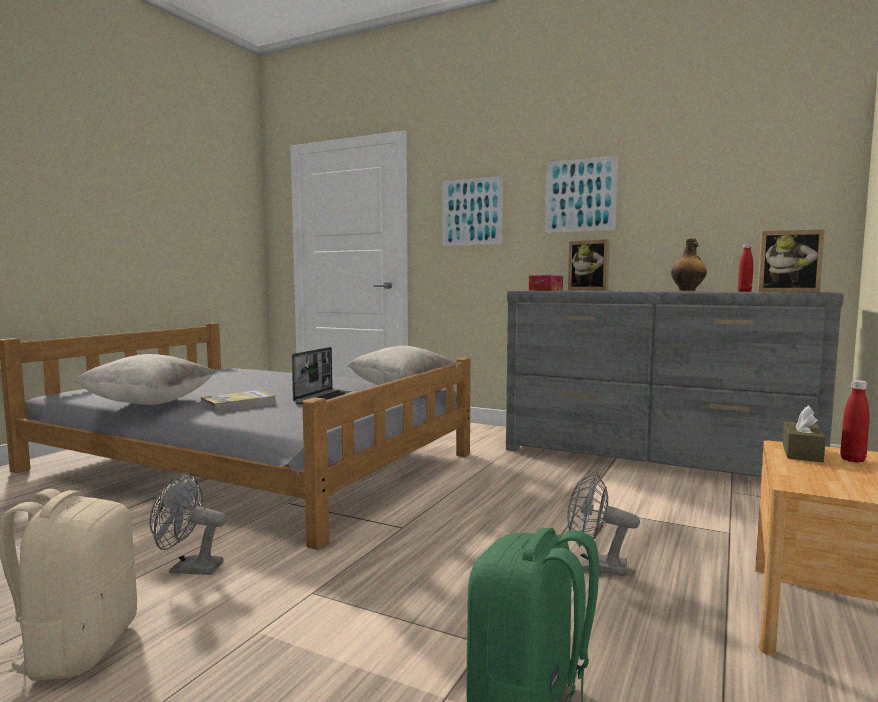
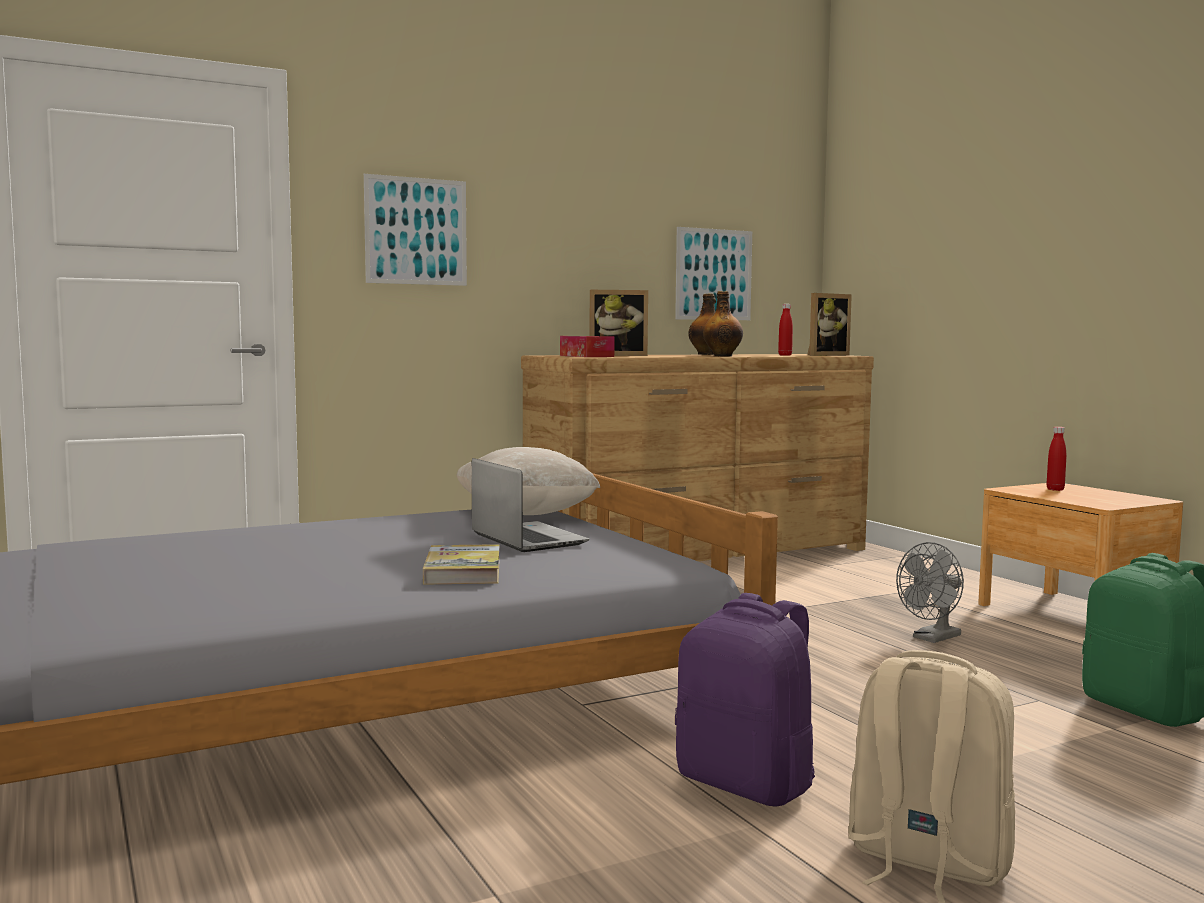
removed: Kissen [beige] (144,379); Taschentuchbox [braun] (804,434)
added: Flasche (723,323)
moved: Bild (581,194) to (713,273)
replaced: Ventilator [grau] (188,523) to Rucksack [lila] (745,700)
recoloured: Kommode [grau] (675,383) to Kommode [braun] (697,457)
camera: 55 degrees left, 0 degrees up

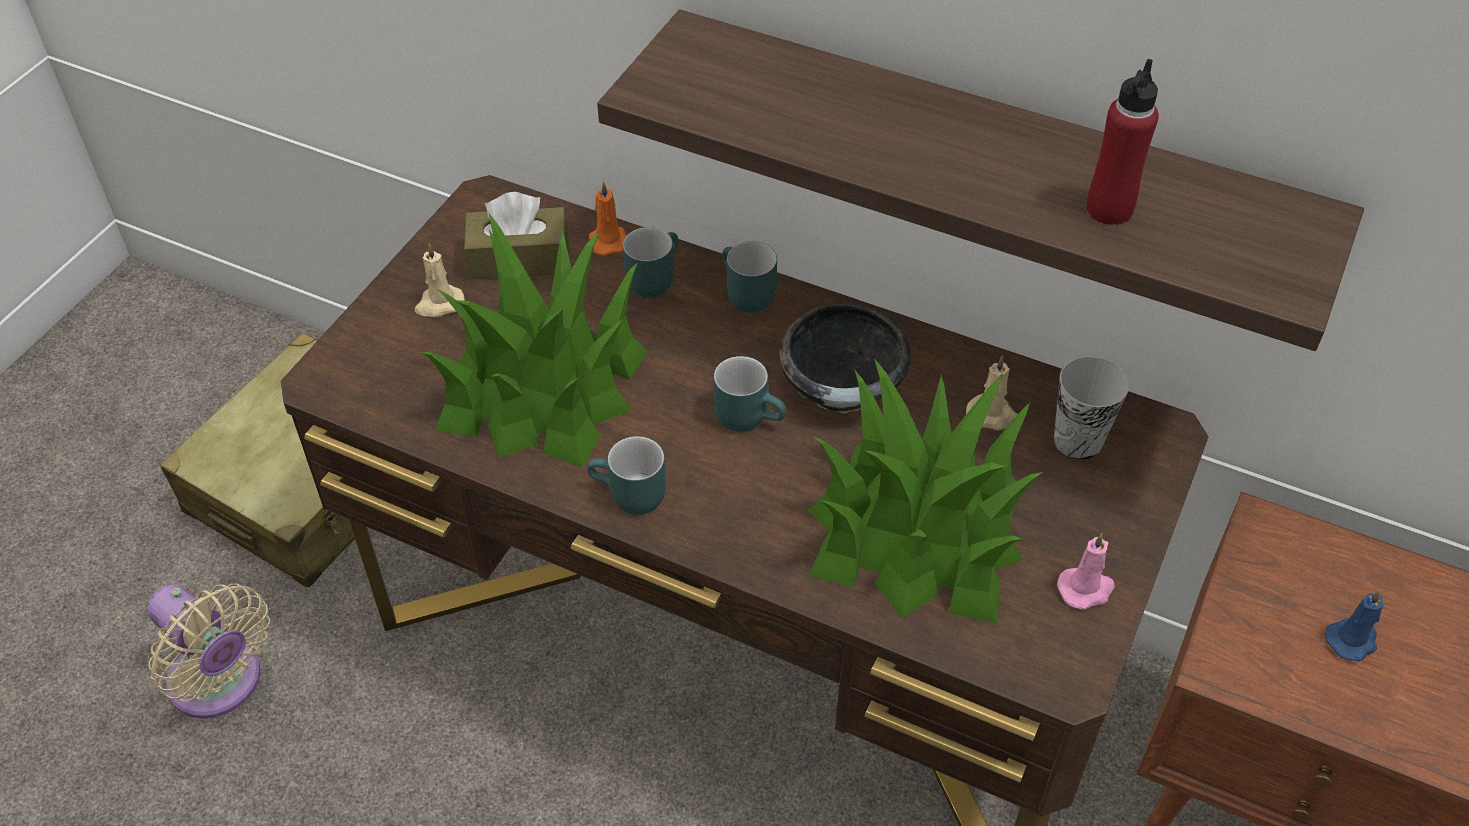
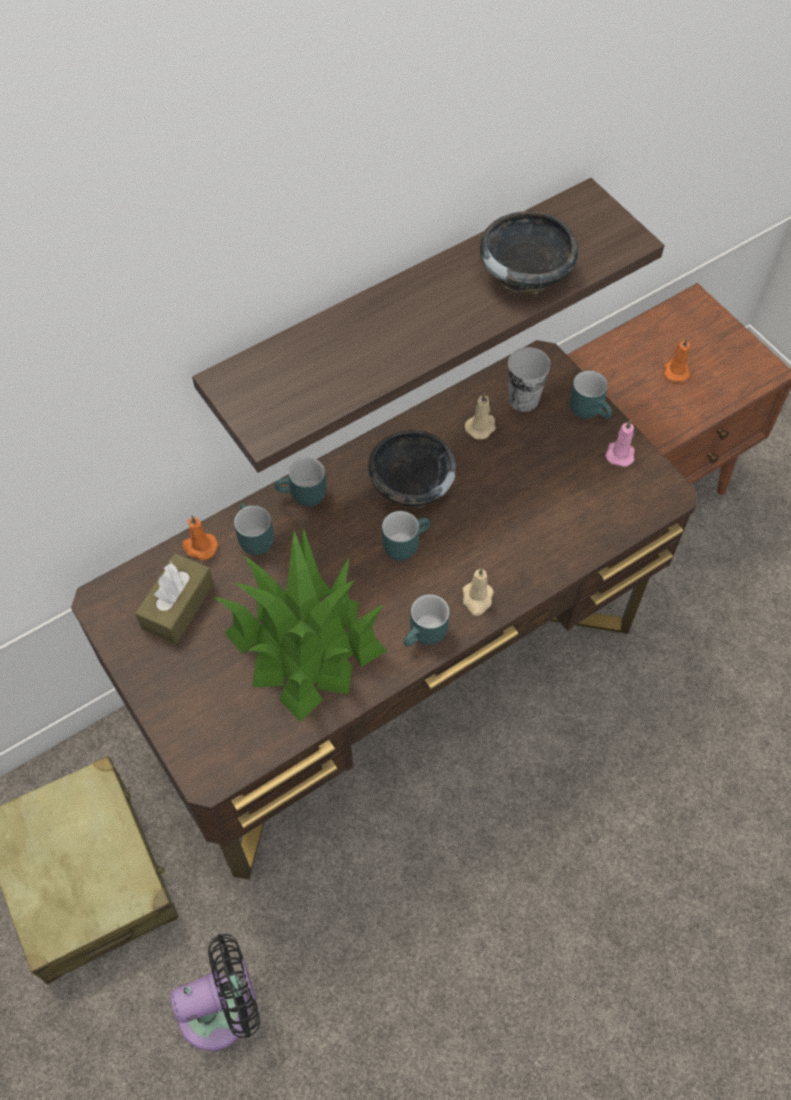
removed: Topfpflanze (925,490)
added: Henkelbecher [türkis] (591,395)
moved: Kerze [beige] (440,280) to (478,591)
replaced: Flasche [rot] (1122,142) to Schüssel [schwarz] (528,252)
recoloured: Ventilator [beige] (208,651) to Ventilator [schwarz] (215,992); Kerze [blau] (1354,625) to Kerze [orange] (677,360)
camera: 60 degrees left, 10 degrees up

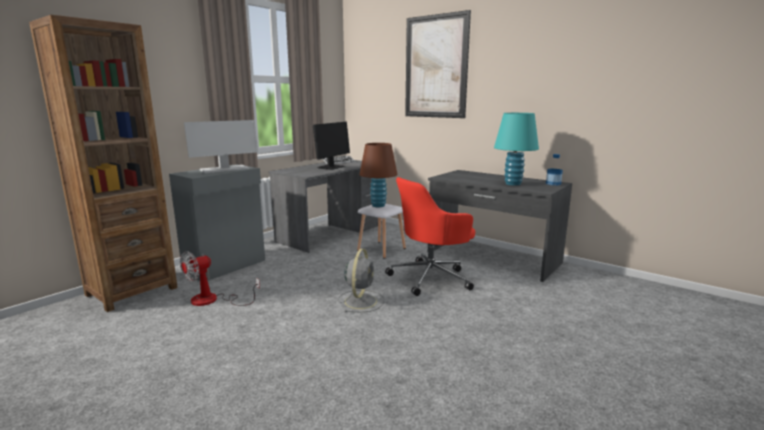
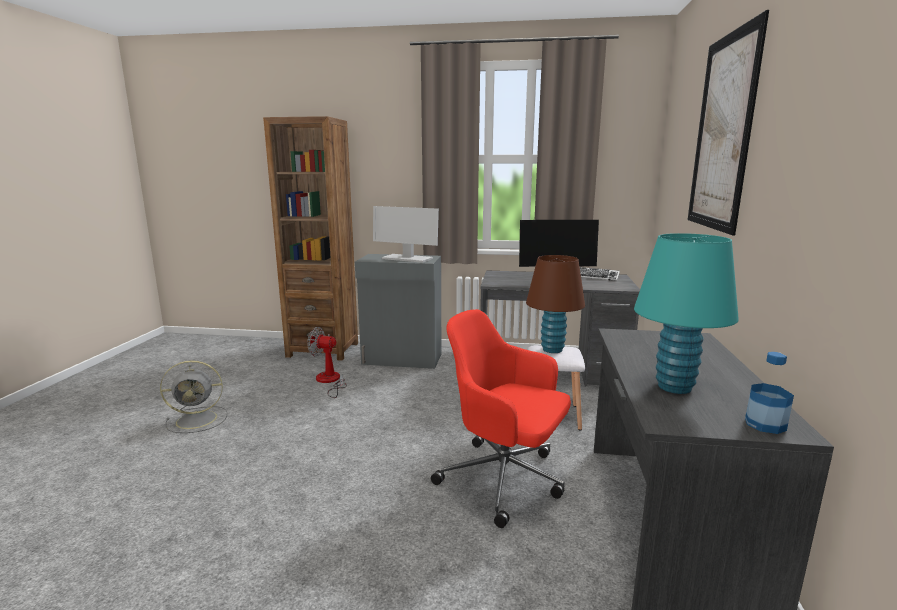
moved: Ventilator [grau] (361,280) to (193,396)
camera: 60 degrees right, 0 degrees up

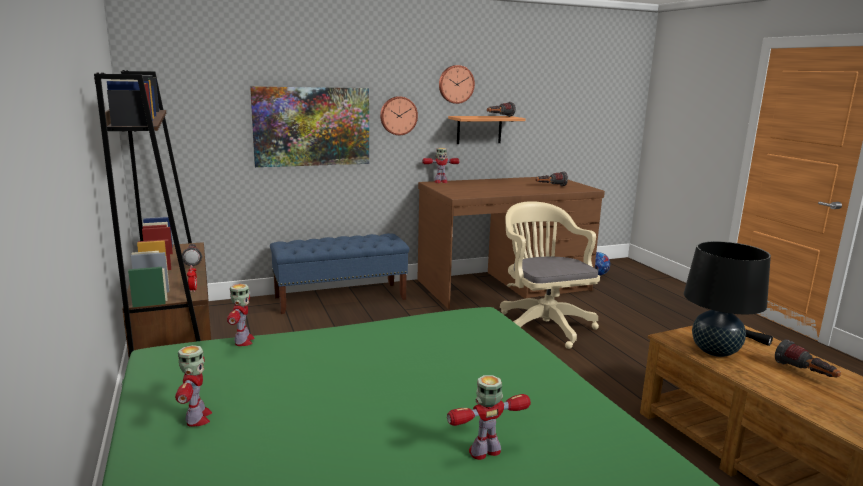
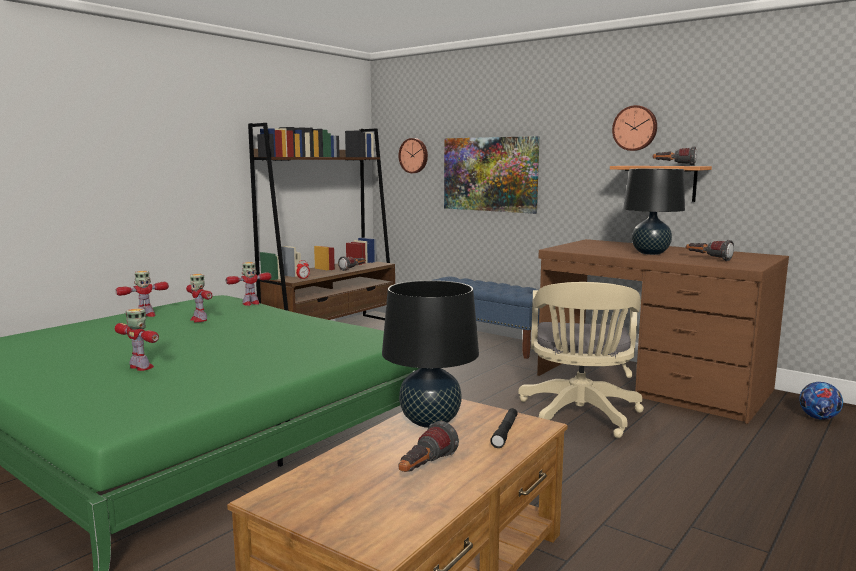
added: Tischlampe [schwarz] (654,212)
moved: Wanduhr (399,115) to (413,155); Spielzeugroboter (441,165) to (199,298)
turned: Bürostuhl [beige] (550,275) = (581,360) 150 degrees clockwise
camera: 60 degrees right, 5 degrees down

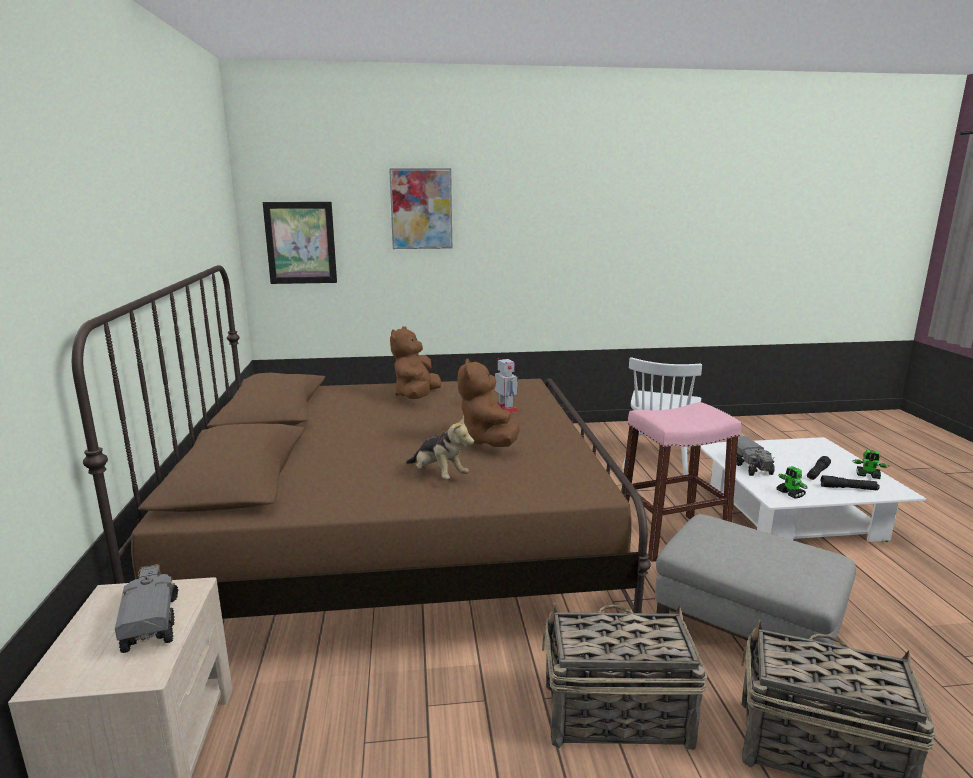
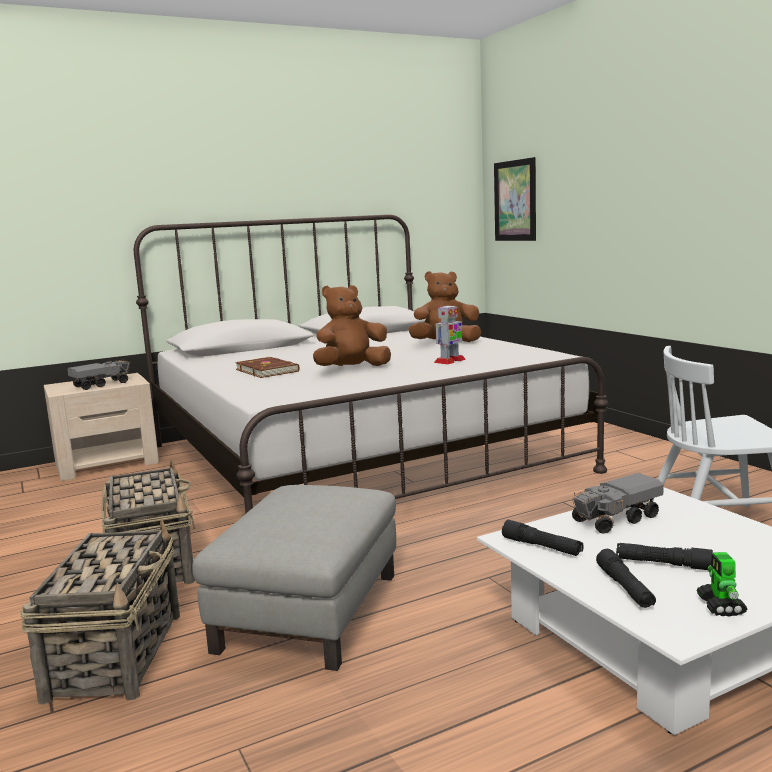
removed: Bild (420,208); Hocker [rosa] (681,482)
replaced: Plüschtier (440,447) to Buch [braun] (267,367); Spielzeugroboter (792,482) to Taschenlampe [schwarz] (543,538)
recoloured: Bett [braun] (361,449) to Bett [weiß] (371,363)
camera: 70 degrees right, 5 degrees down

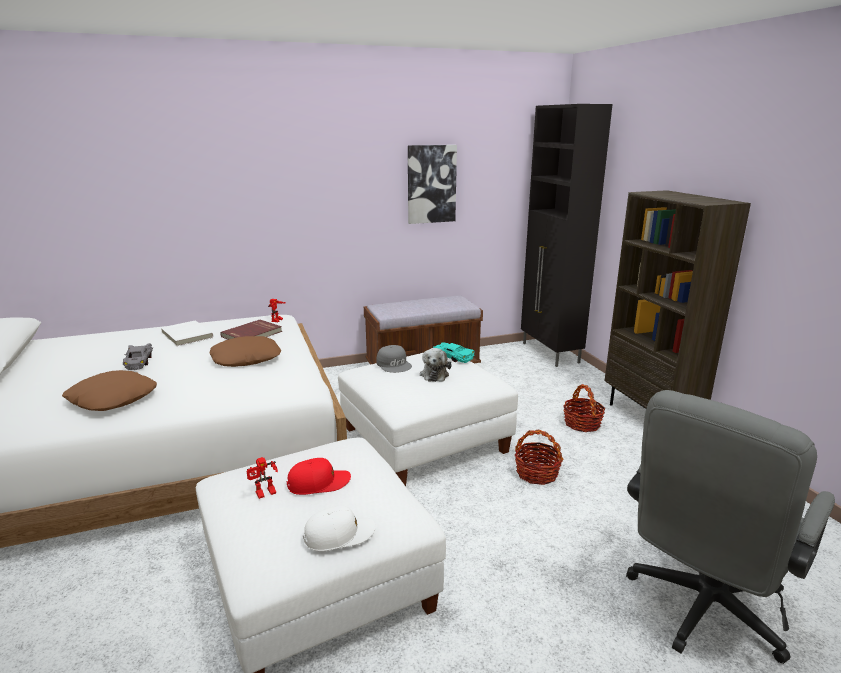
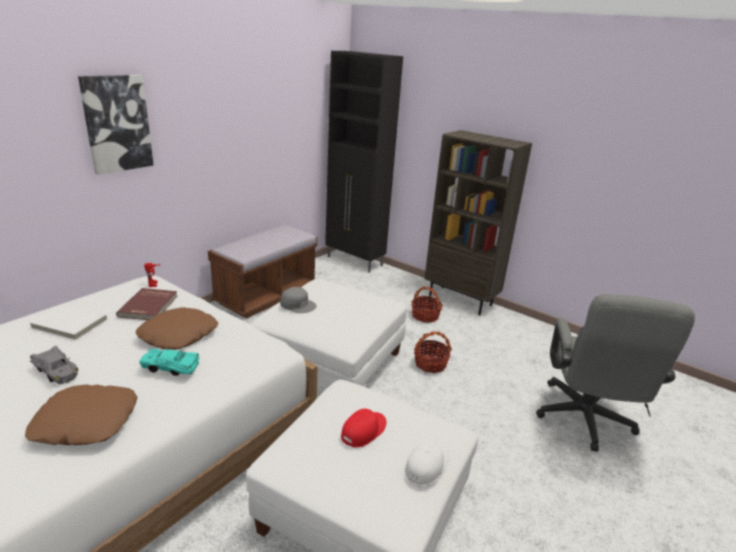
removed: Plüschtier (435,365); Spielzeugroboter (262,478)
moved: Bild (432,184) to (116,125); Spielzeugauto [türkis] (453,352) to (169,362)
camera: 35 degrees left, 5 degrees up

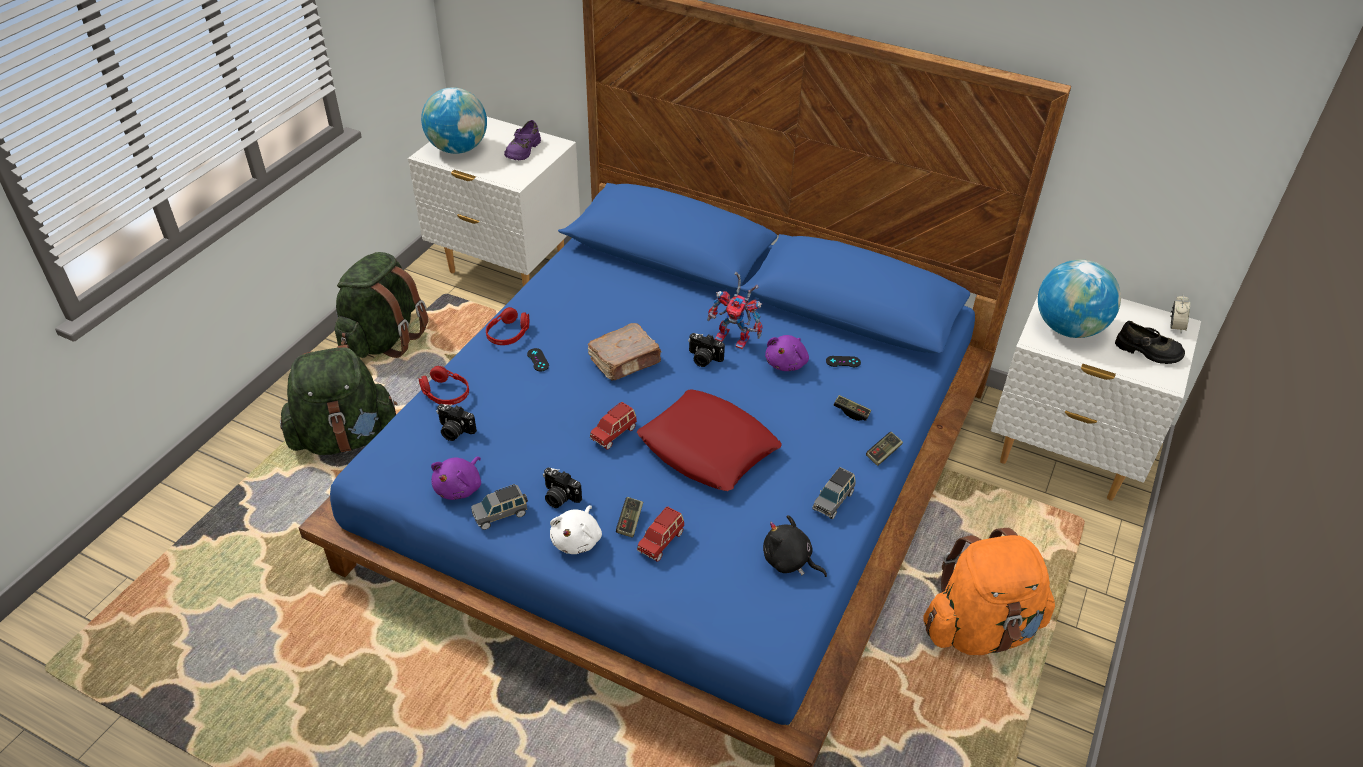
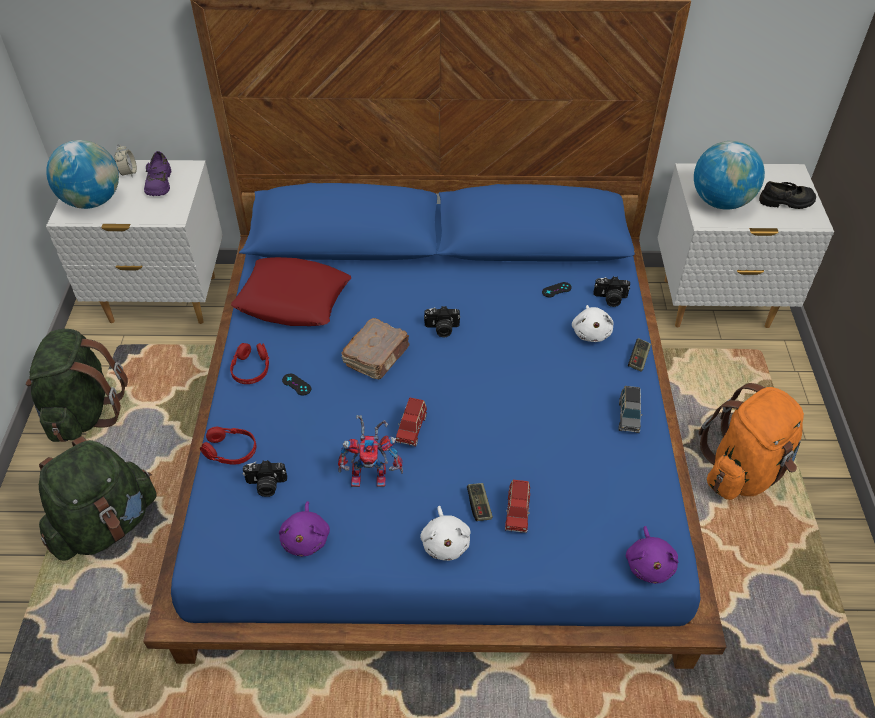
removed: Spielzeugauto [grau] (499,507); Plüschtier [schwarz] (795,546)
moved: Spielzeugroboter (735,310) to (370,451); Wecker (1180,314) to (125,161); Plüschtier [lila] (787,353) to (652,555); Kissen [rot] (709,440) to (291,291); Kamera (562,487) to (611,291)
replaced: Gamepad (852,408) to Plüschtier [weiß] (593,323)
camera: 25 degrees left, 5 degrees up

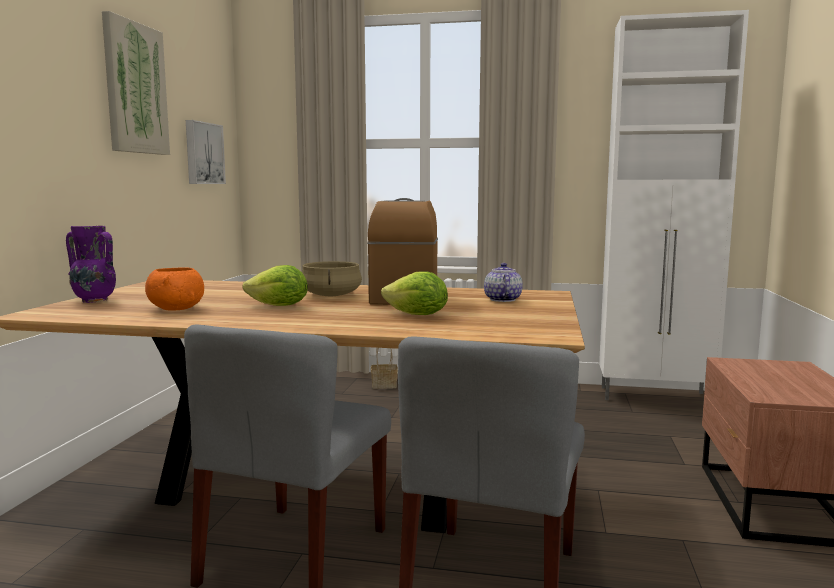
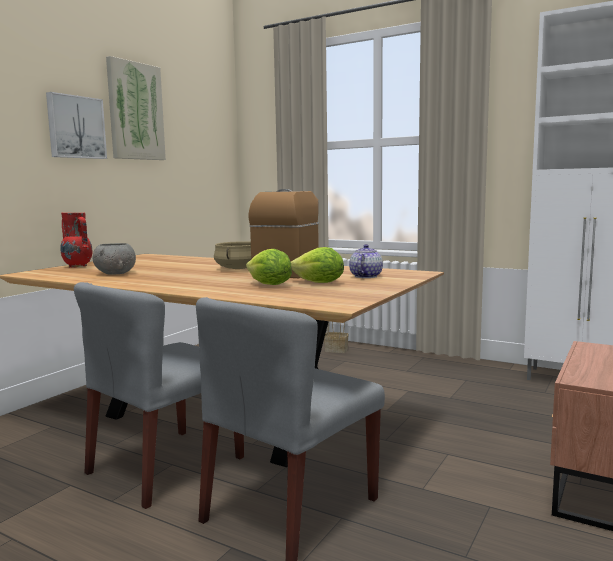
moved: Bild (206,152) to (76,125); Salatkopf (275,285) to (317,265)
recoloured: Vase [lila] (91,264) to Vase [rot] (76,240); Schüssel [orange] (174,289) to Schüssel [grau] (114,259)
camera: 20 degrees right, 0 degrees up

